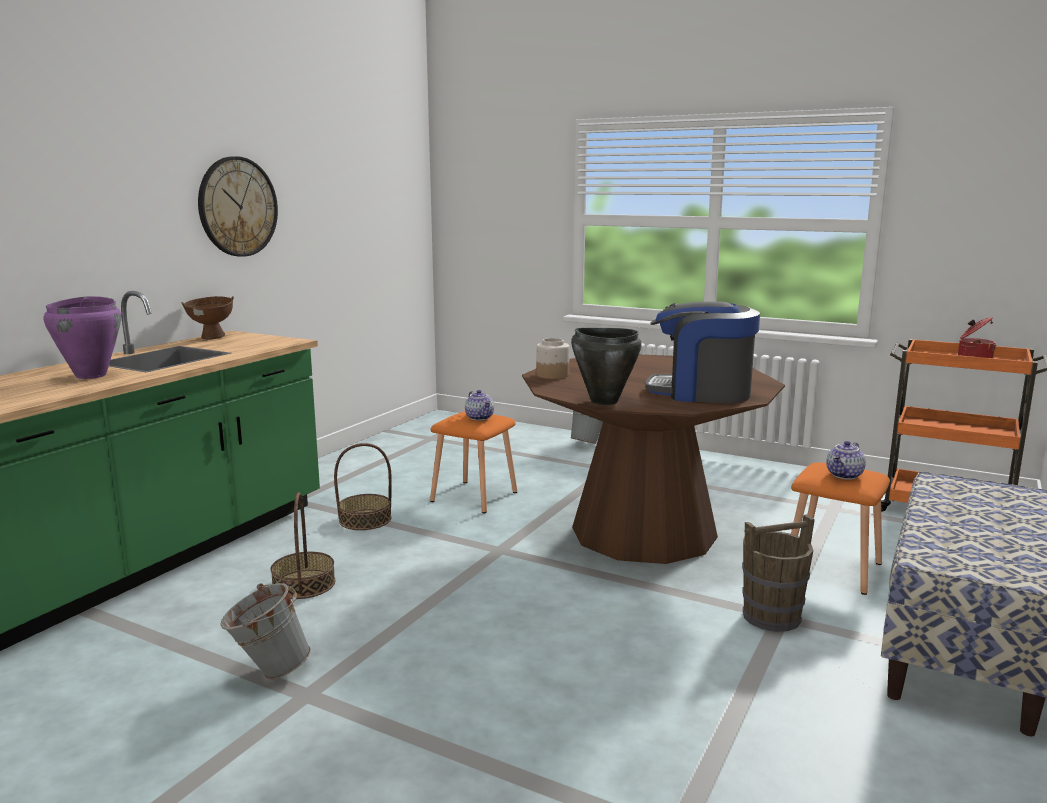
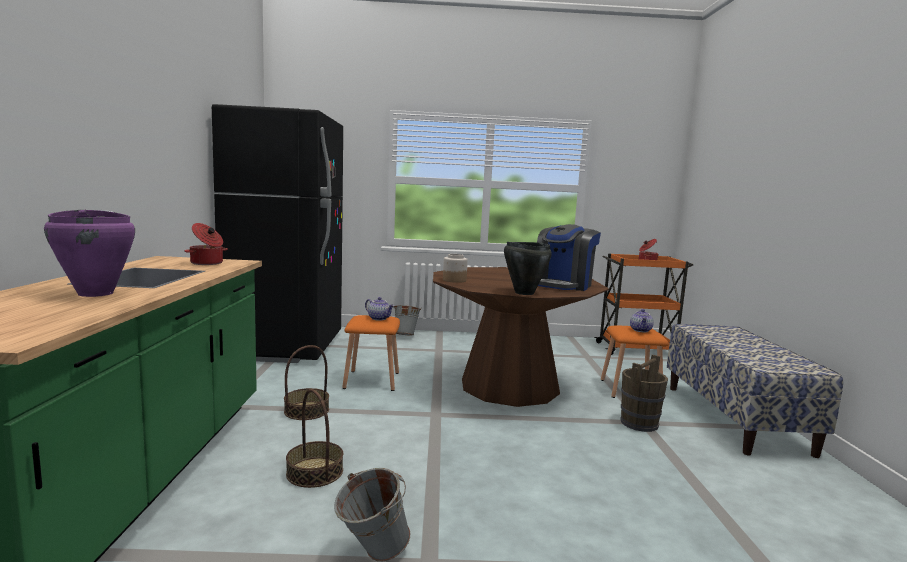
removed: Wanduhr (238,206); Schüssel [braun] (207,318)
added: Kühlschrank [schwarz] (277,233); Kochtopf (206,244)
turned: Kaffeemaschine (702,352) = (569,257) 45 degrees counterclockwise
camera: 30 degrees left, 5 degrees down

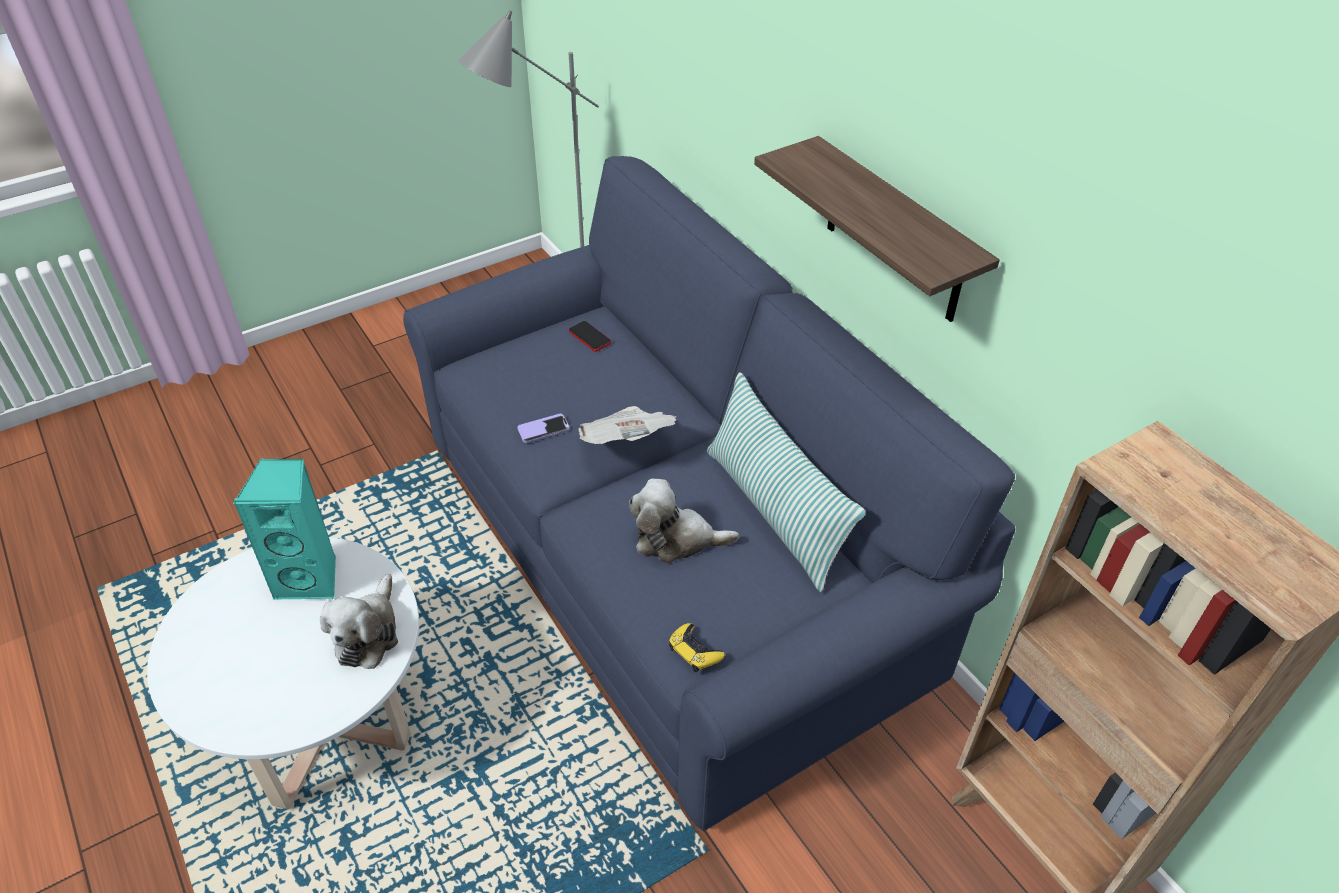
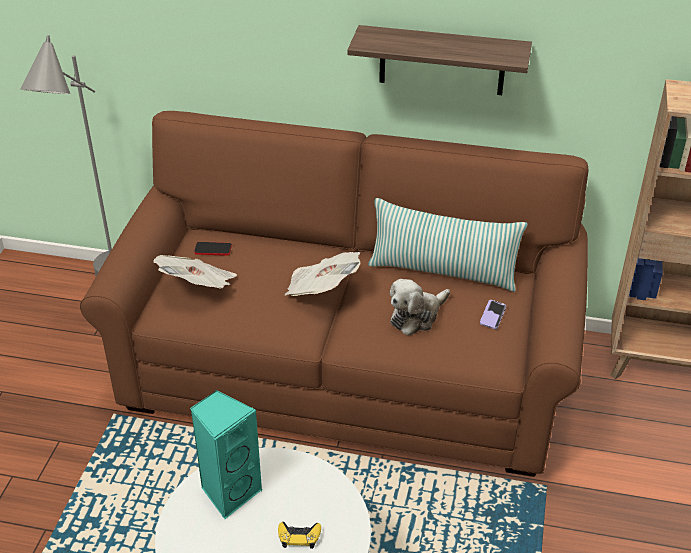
removed: Plüschtier (359,621)
added: Zeitung (195,272)
moved: Handy (543,428) to (493,314); Gamepad [gelb] (697,647) to (299,535)
recoloured: Sofa [blau] (709,493) to Sofa [braun] (334,294)
camera: 45 degrees left, 5 degrees down

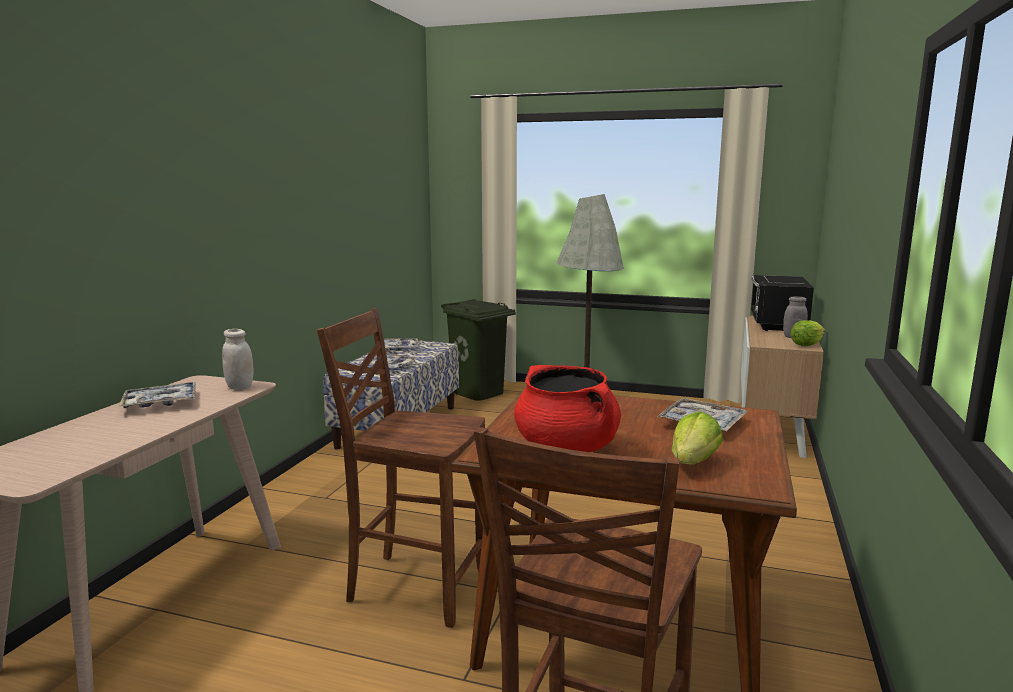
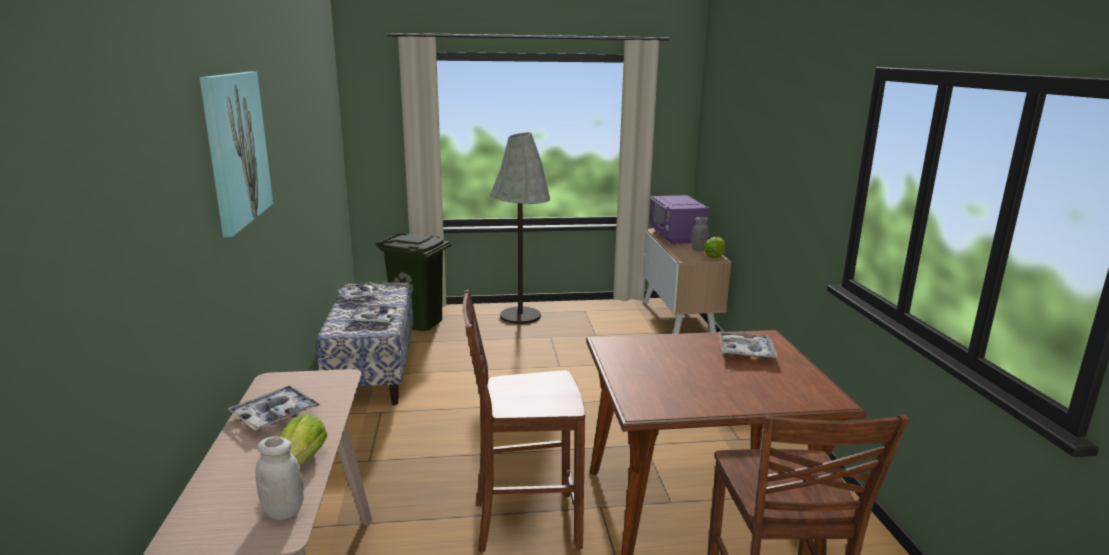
removed: Kochtopf [rot] (567,408)
added: Bild (236,154)
moved: Vorratsglas [weiß] (238,359) to (279,478); Salatkopf (697,438) to (304,439)
recoloured: Mikrowelle [schwarz] (782,303) to Mikrowelle [lila] (679,220)
camera: 25 degrees left, 5 degrees up

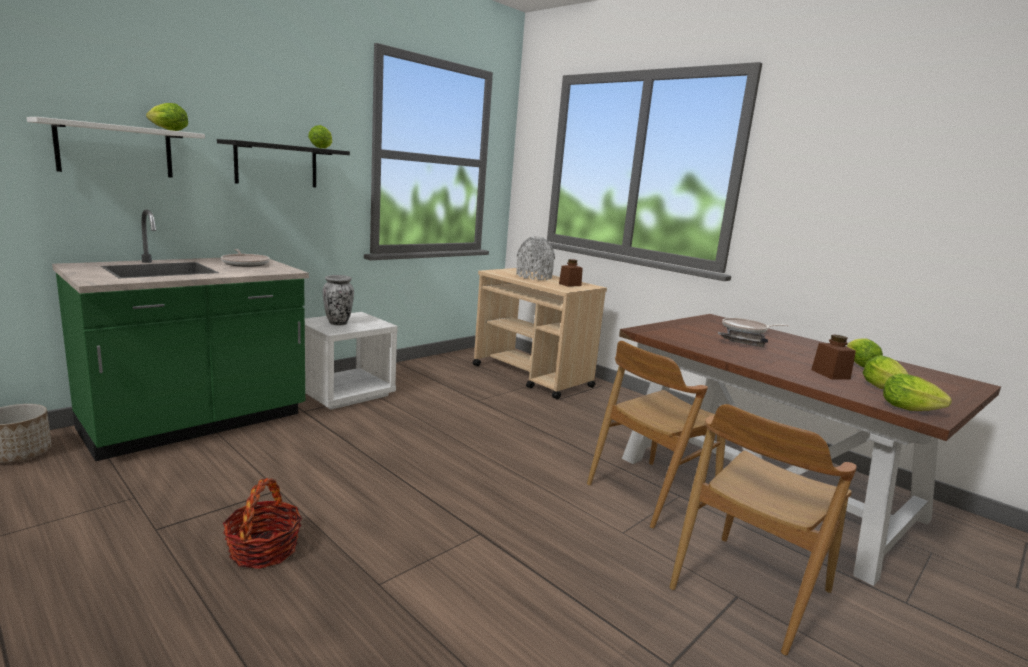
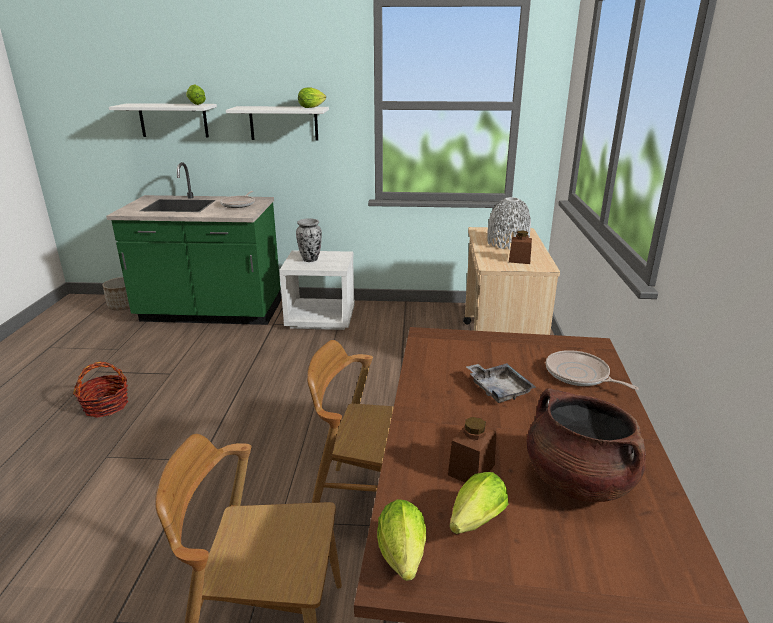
replaced: Salatkopf (865,352) to Kochtopf [braun] (586,445)
recoloured: Wandregal [schwarz] (283,163) to Wandregal [weiß] (277,123)
camera: 50 degrees right, 10 degrees up

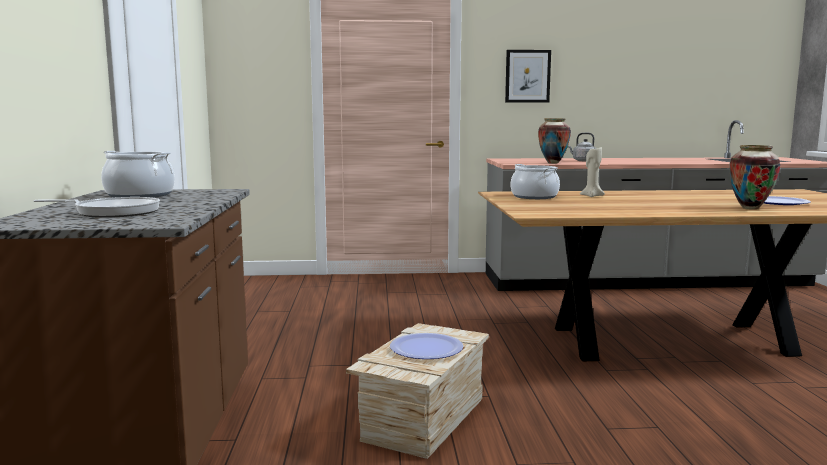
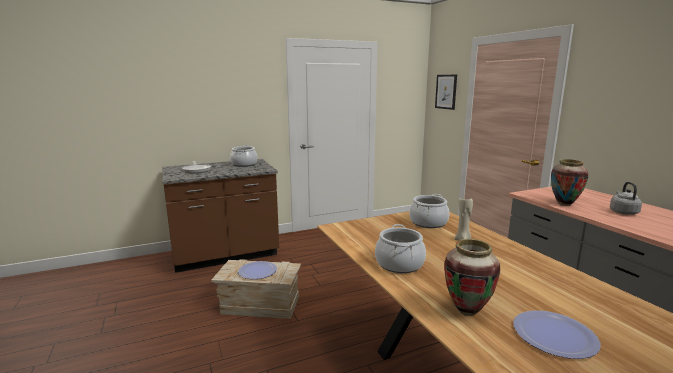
added: Kochtopf (400,248)
moved: Bild (528,76) to (446,92)
camera: 70 degrees right, 5 degrees up

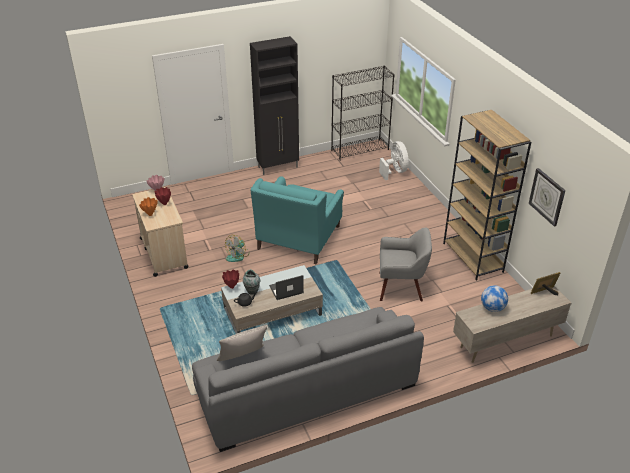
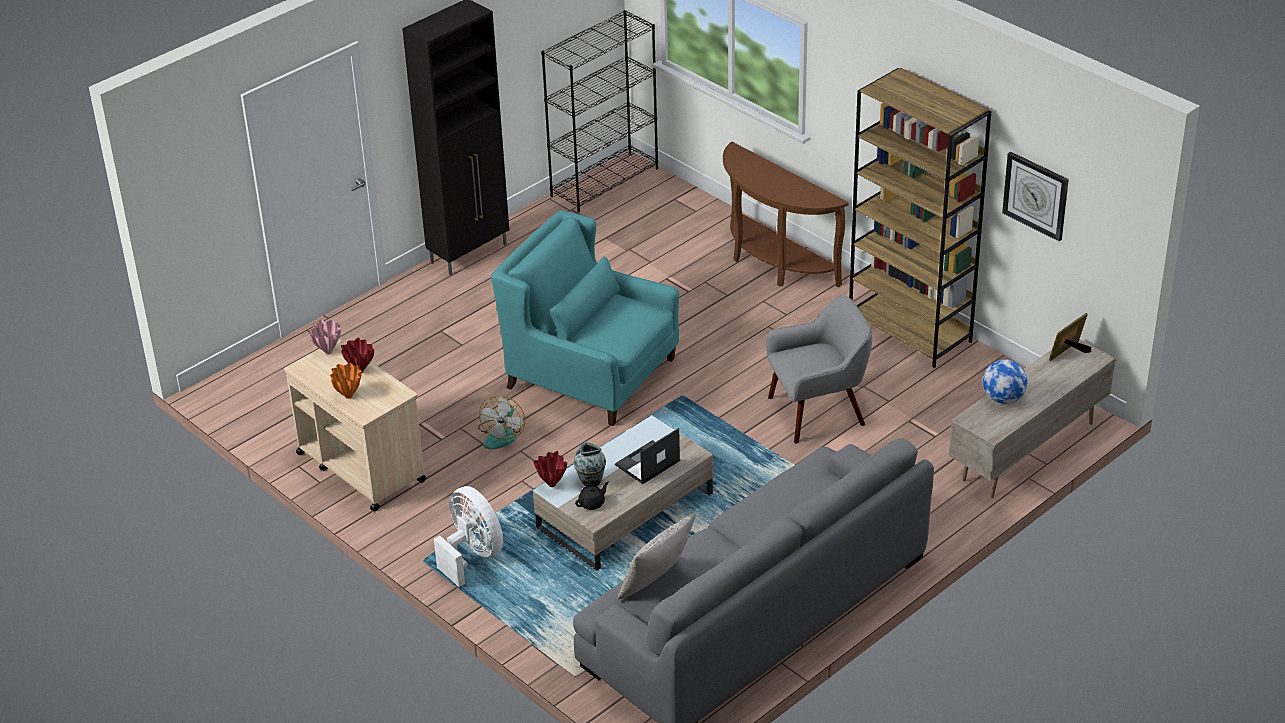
added: Konsolentisch [braun] (786,214)
moved: Ventilator [weiß] (394,160) to (468,536)
turned: Sessel [türkis] (297,220) = (585,318) 120 degrees clockwise
camera: 20 degrees left, 0 degrees up

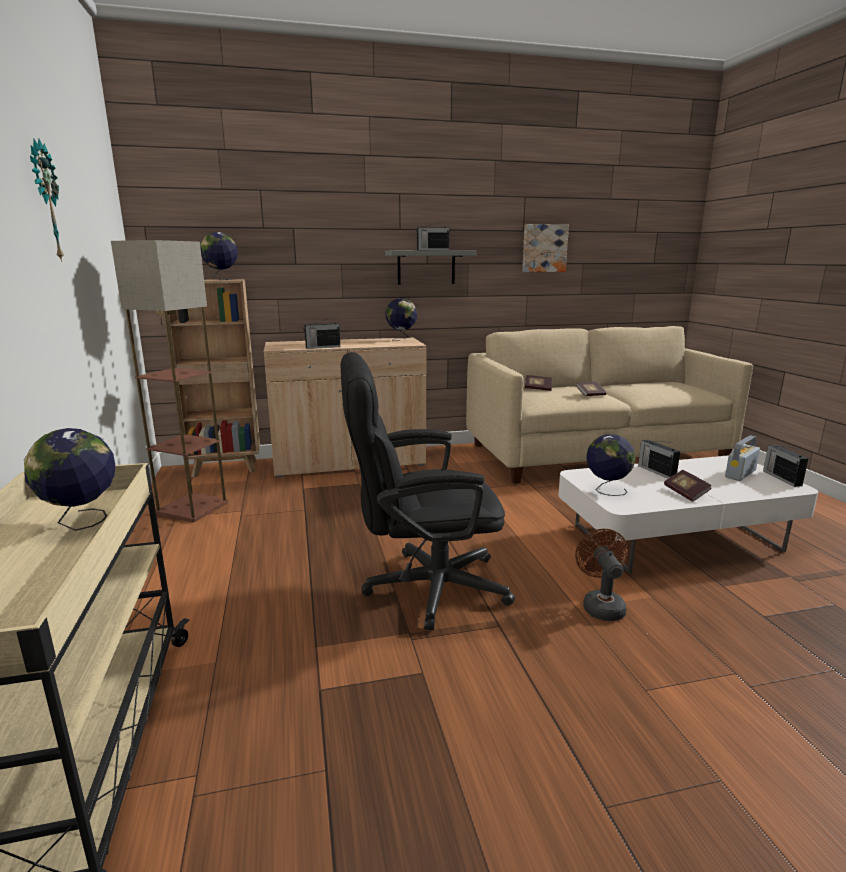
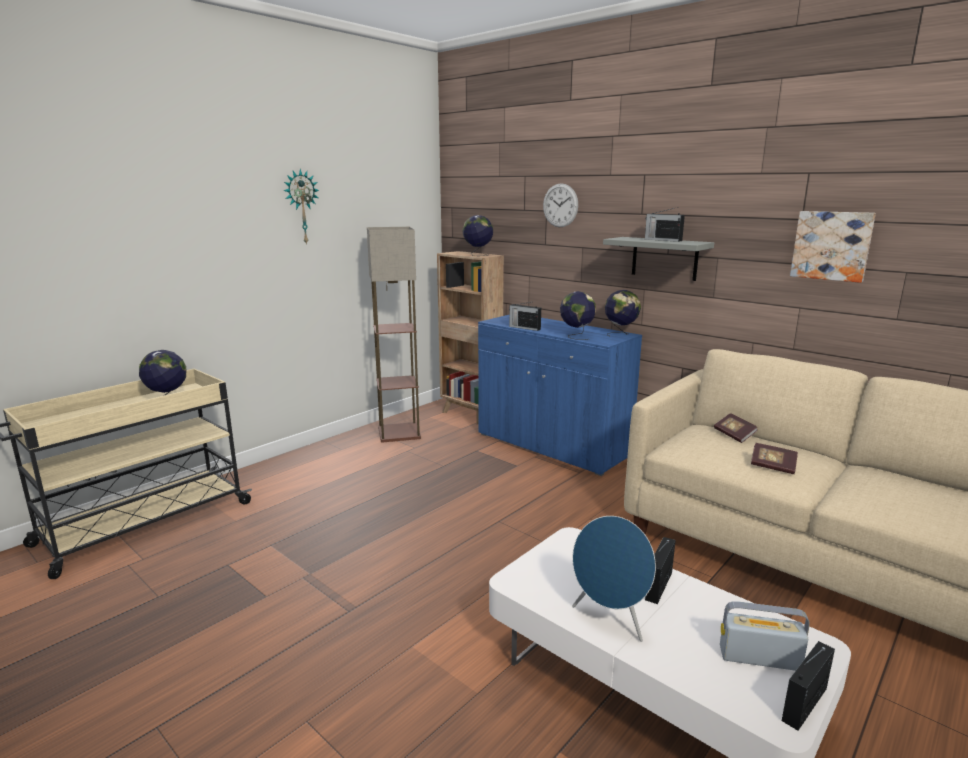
removed: Bürostuhl [schwarz] (427,491); Ventilator [braun] (601,575)
added: Wanduhr (560,205)
moved: Globus (611,465) to (578,315)
replaced: Buch (688,486) to Lautsprecher [blau] (614,579)
recoloured: Schrank [beige] (345,407) to Schrank [blau] (560,395)
camera: 55 degrees right, 0 degrees up

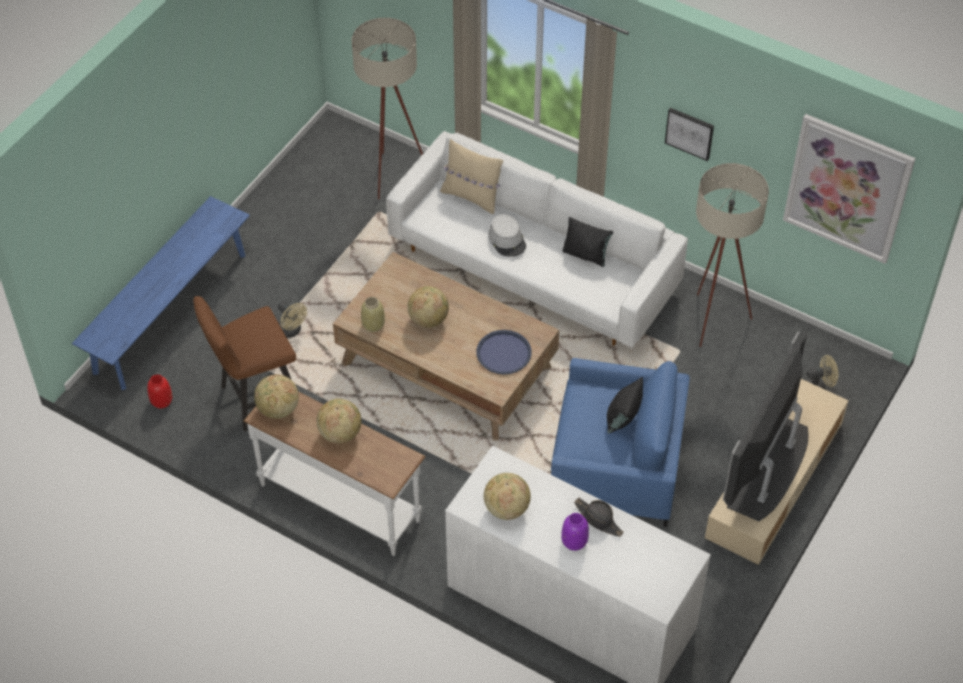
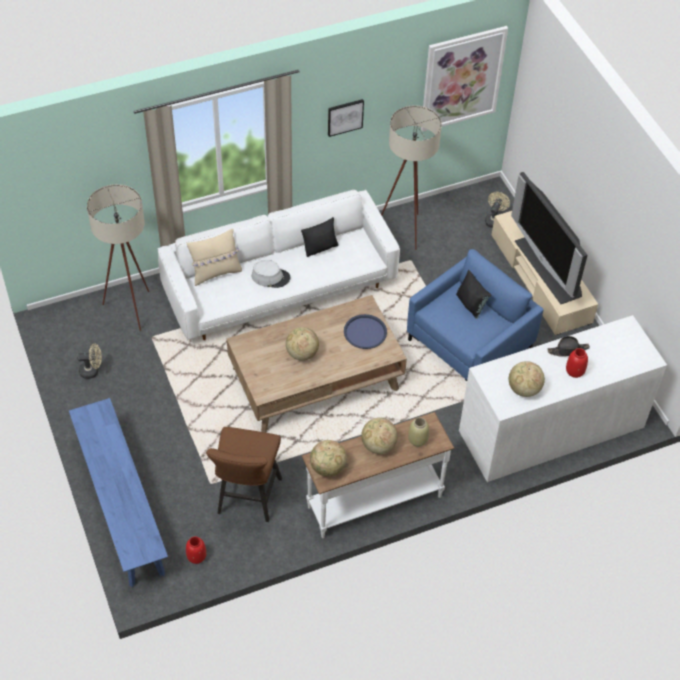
moved: Vase [beige] (373,314) to (418,432); Ventilator [beige] (292,319) to (89,361)
recoloured: Vase [lila] (575,532) to Vase [rot] (577,363)
camera: 55 degrees left, 0 degrees up

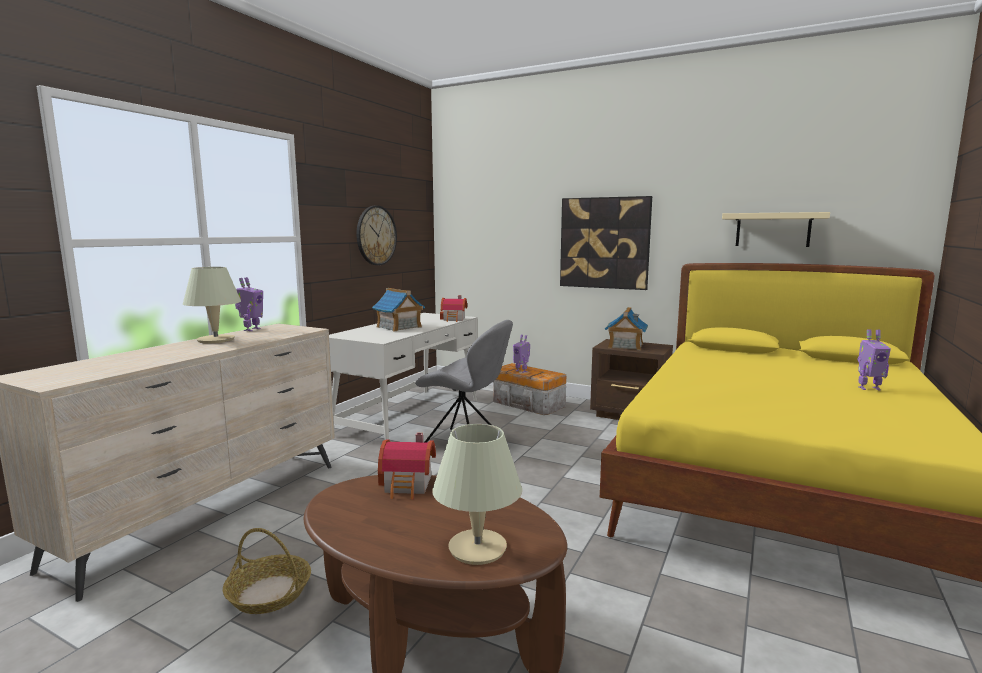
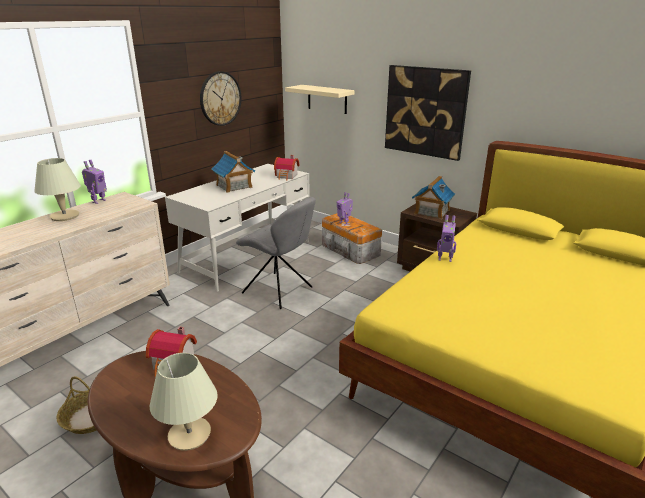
moved: Wandregal [beige] (776,229) to (320,99); Spielzeugroboter (874,360) to (446,238)
camera: 10 degrees right, 15 degrees up

